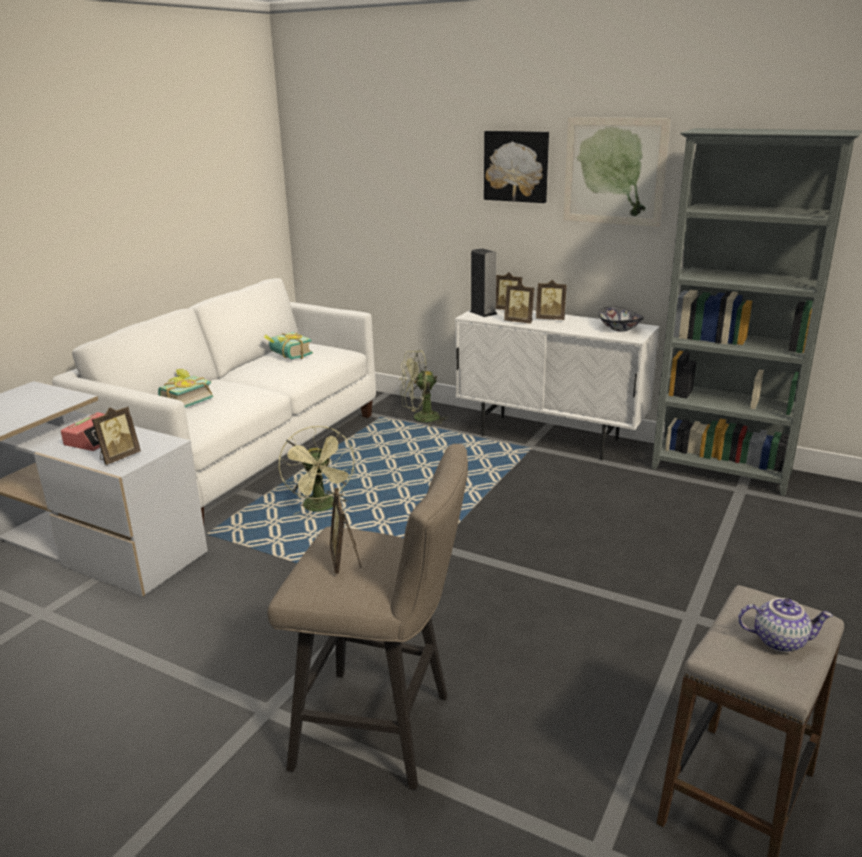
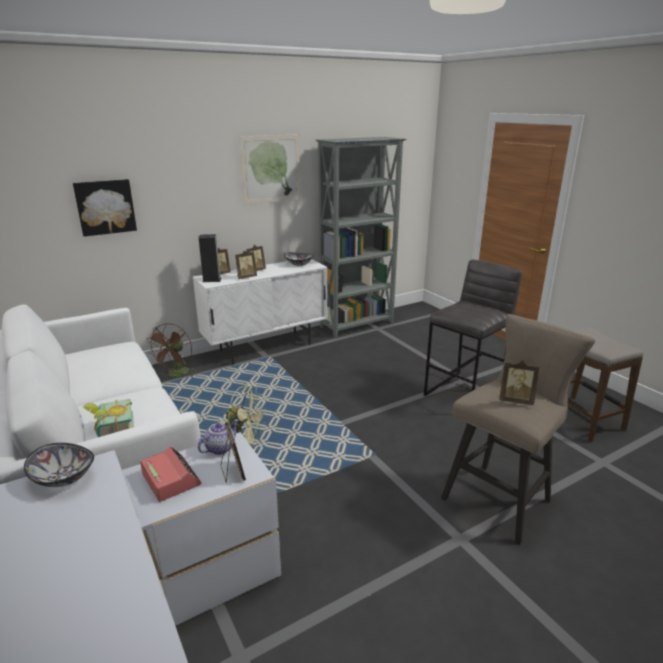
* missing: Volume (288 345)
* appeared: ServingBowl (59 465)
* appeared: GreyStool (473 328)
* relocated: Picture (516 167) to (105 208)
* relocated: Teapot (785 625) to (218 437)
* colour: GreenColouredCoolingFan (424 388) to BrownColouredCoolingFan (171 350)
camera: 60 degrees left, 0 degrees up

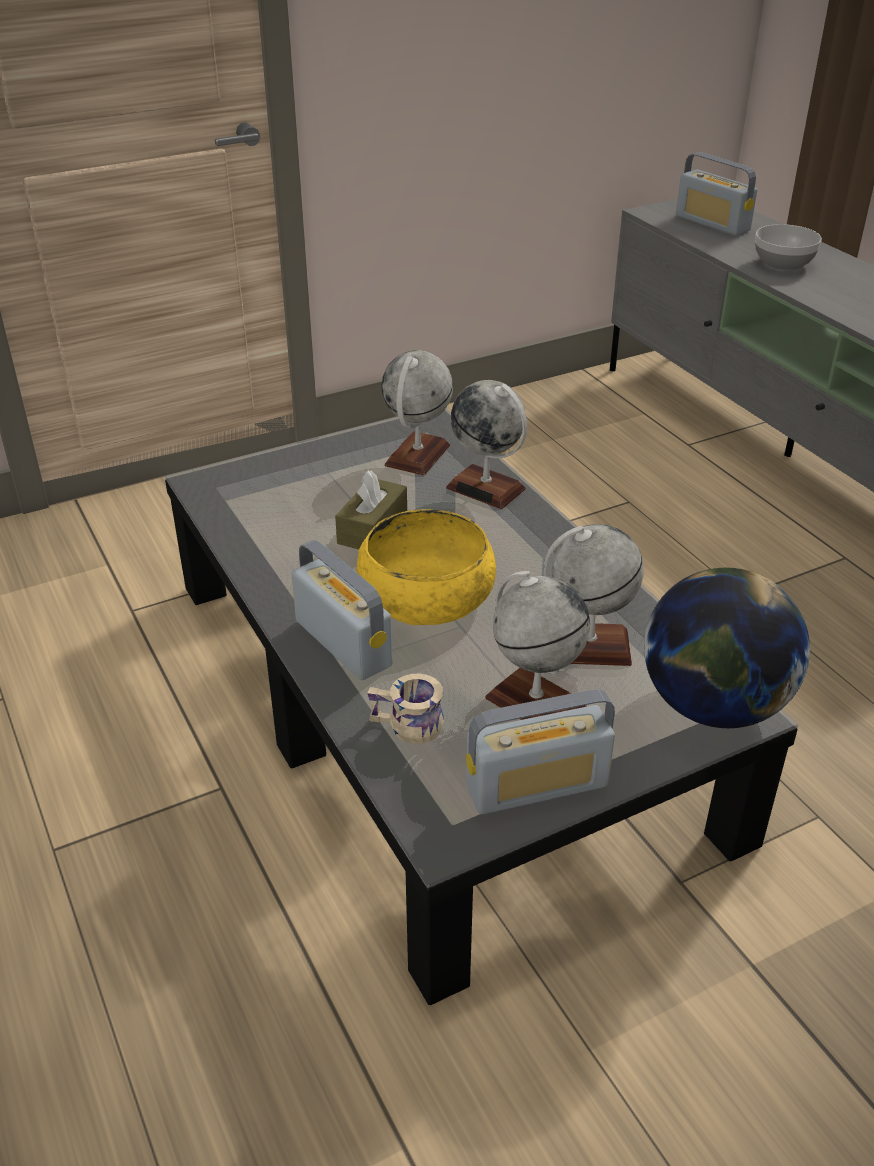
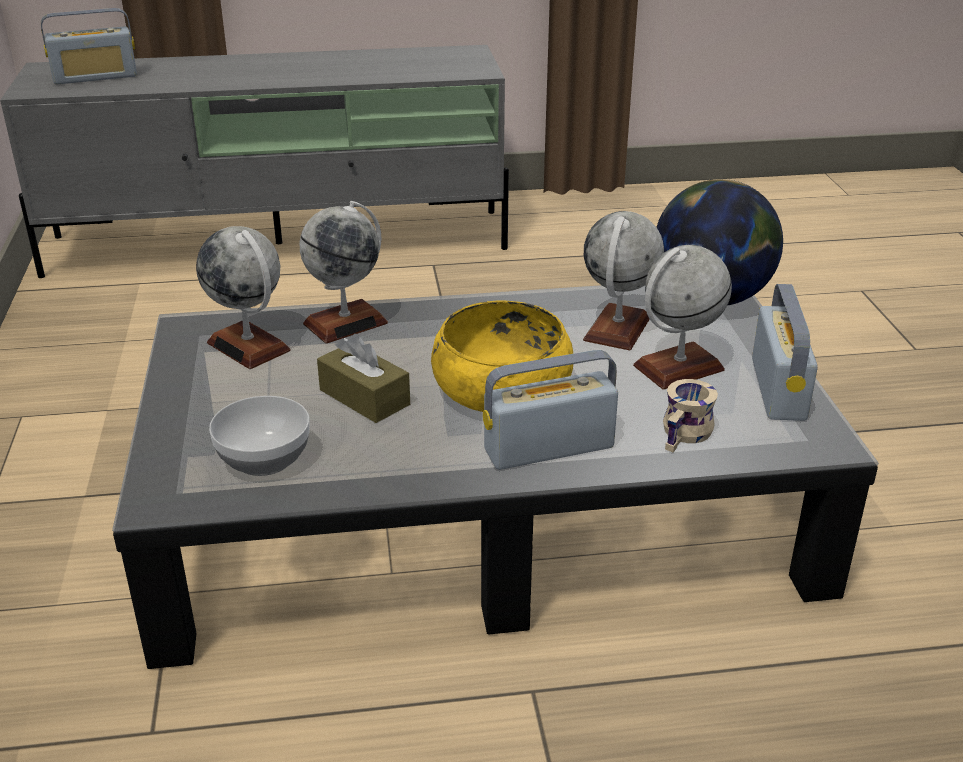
* relocated: ServingBowl (788 247) to (259 436)
camera: 70 degrees left, 5 degrees down

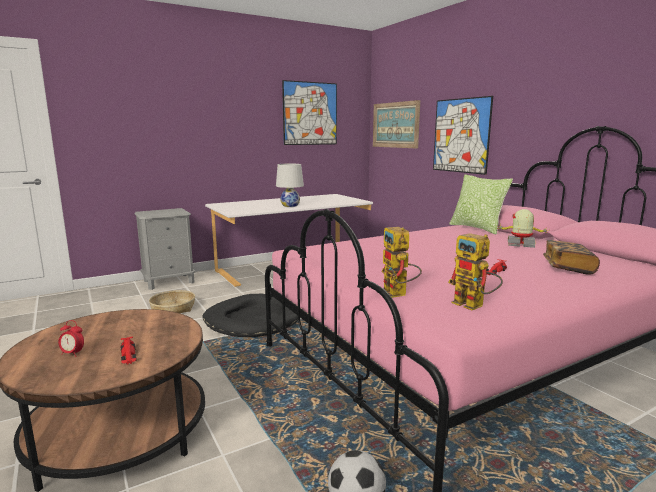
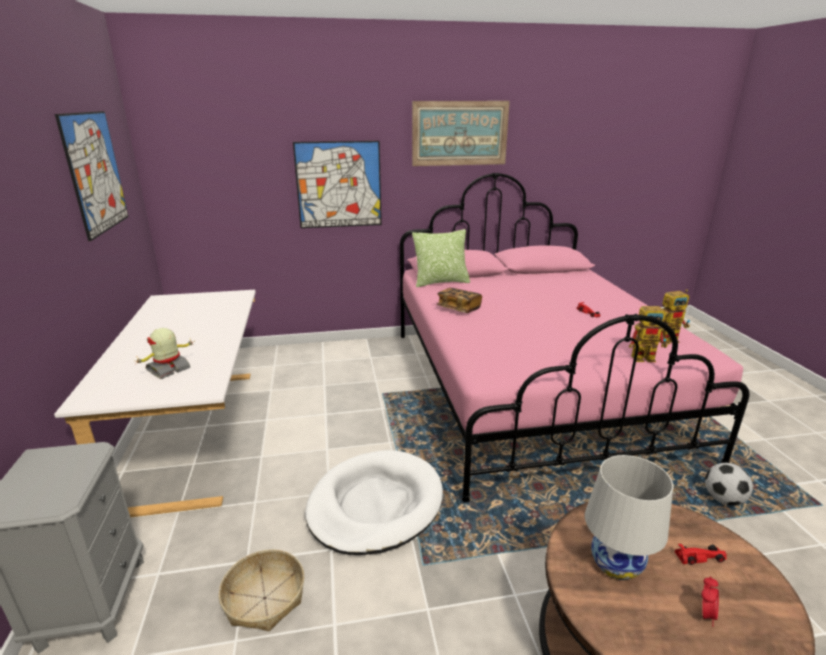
* relocated: WhiteTabletopLamp (290 185) to (629 517)
* relocated: Picture (396 124) to (461 133)
* relocated: ModelRobot (522 228) to (165 353)
* relocated: Volume (571 257) to (459 300)
* colour: BlackColouredDogBed (250 315) to WhiteDogBed (374 502)
camera: 70 degrees left, 10 degrees up

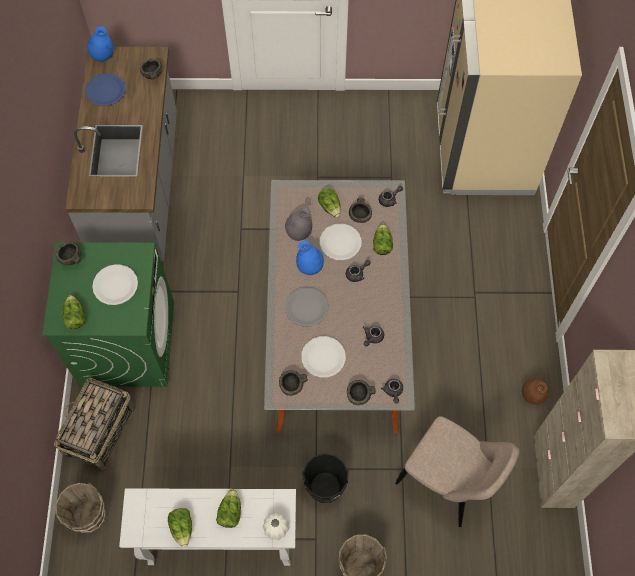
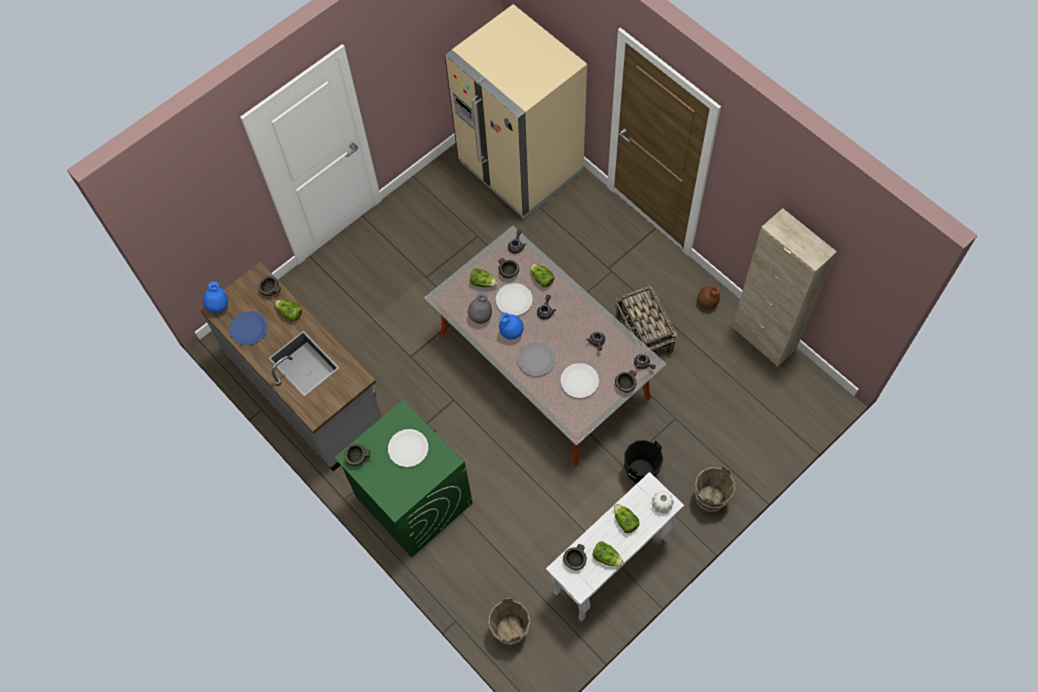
* missing: BeigeColouredUprightChair (457 471)
* relocated: Basket (94 424) to (646 321)
* relocated: Lettuce (73 312) to (288 310)
* relocated: GreyServingBowl (293 383) to (575 557)
camera: 40 degrees left, 0 degrees up

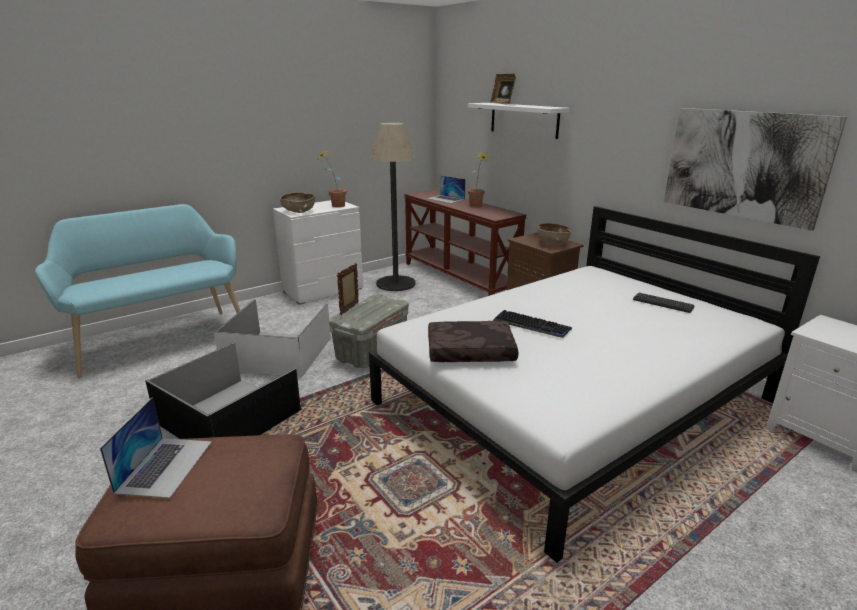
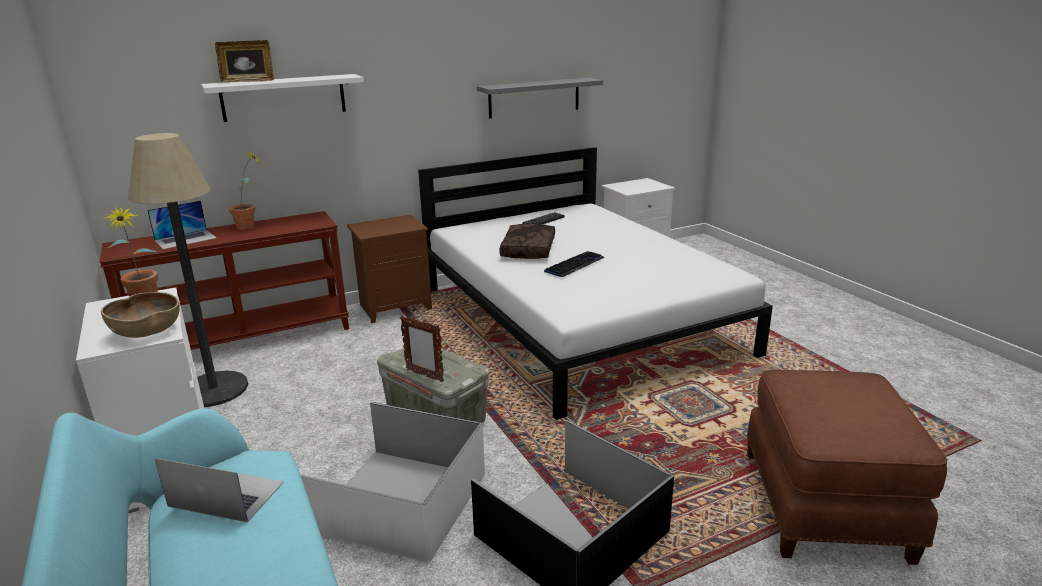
* missing: BrownColouredServingBowl (554 233)
* relocated: NotebookComputer (156 447) to (219 490)
* relocated: BrownColouredCushion (473 341) to (527 241)
* exchanged: Picture (755 169) to GreyBracketShelf (540 97)
camera: 80 degrees left, 0 degrees up

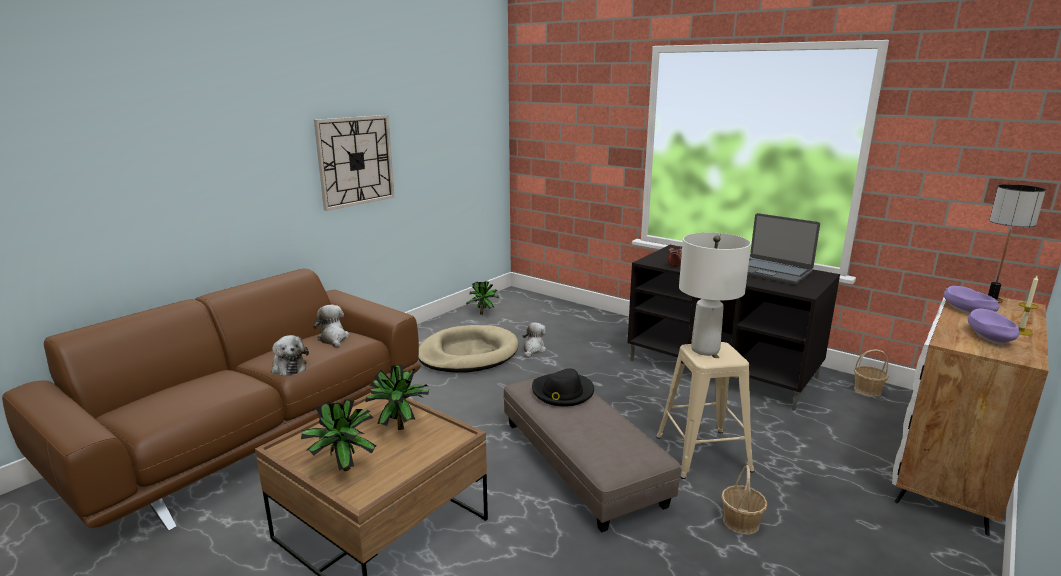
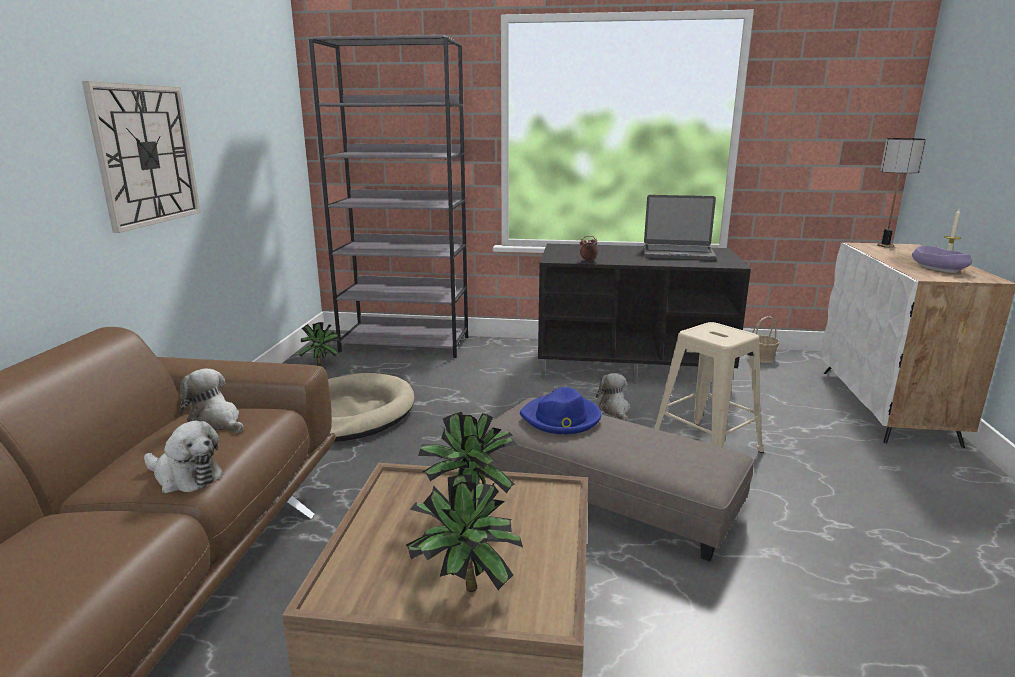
* missing: WhiteTabletopLamp (715 294)
* missing: Basket (744 500)
* missing: PurpleColouredServingBowl (971 300)
* appeared: GreyBookcase (388 196)
* relocated: PlushToy (534 340) to (613 397)
* colour: BlackColouredWearableHat (563 387) to BlueWearableHat (560 410)
camera: 30 degrees left, 0 degrees up

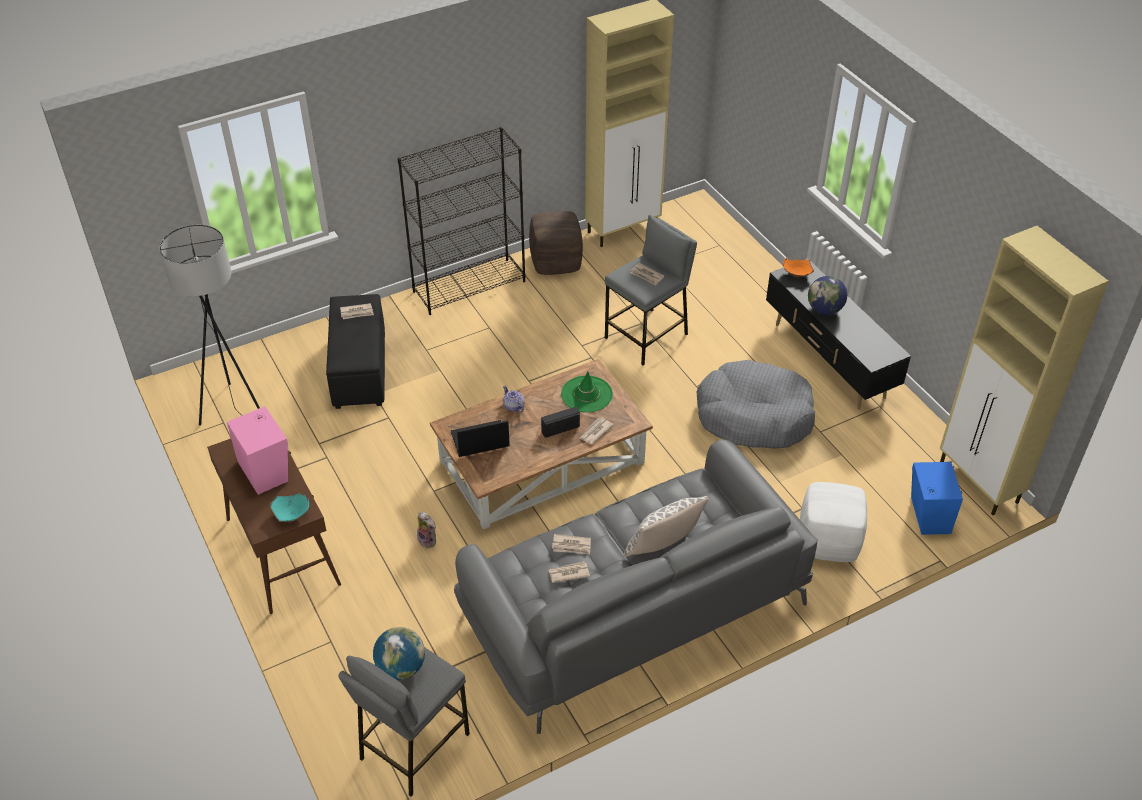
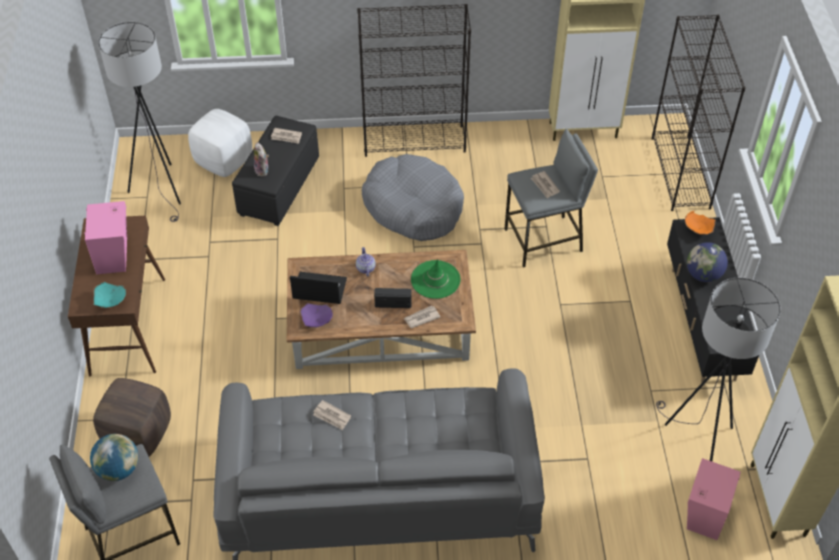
* missing: PrintedPaper (569 572)
* missing: Cushion (666 526)
* appeared: PurpleColouredServingBowl (316 315)
* appeared: BlackColouredBookcase (699 113)
* appeared: GreyStandardLamp (718 369)
* relocated: PlushToy (426 530) to (261 159)
* relocated: BrownColouredOttoman (556 243) to (132 417)
* relocated: GreyDogBed (755 404) to (413 197)
* relocated: WhiteOttoman (833 522) to (220 143)
* colour: BlueAudioSpeaker (937 498) to PinkAudioSpeaker (714 499)
camera: 25 degrees right, 5 degrees up

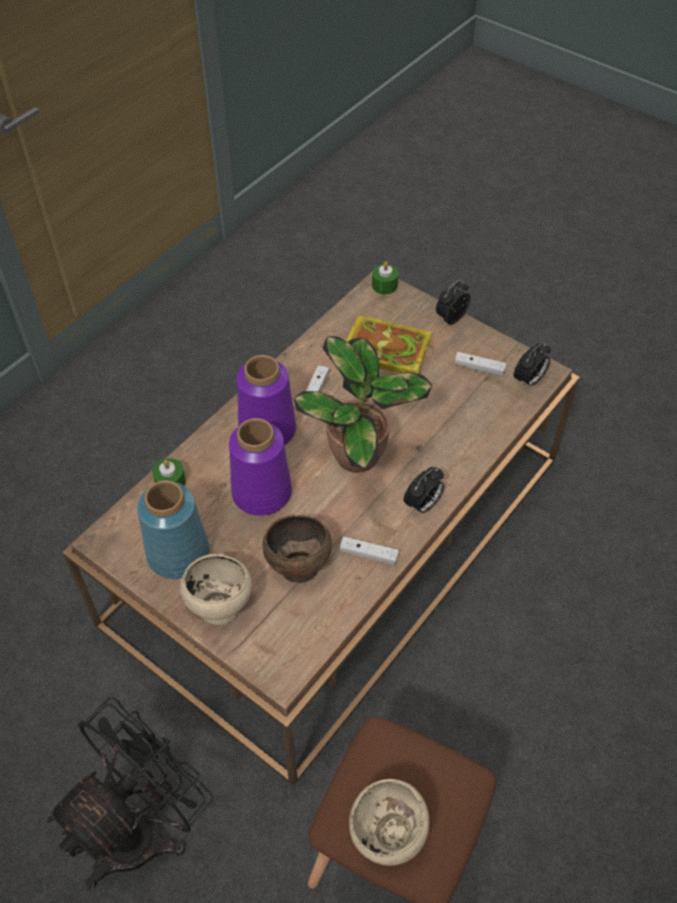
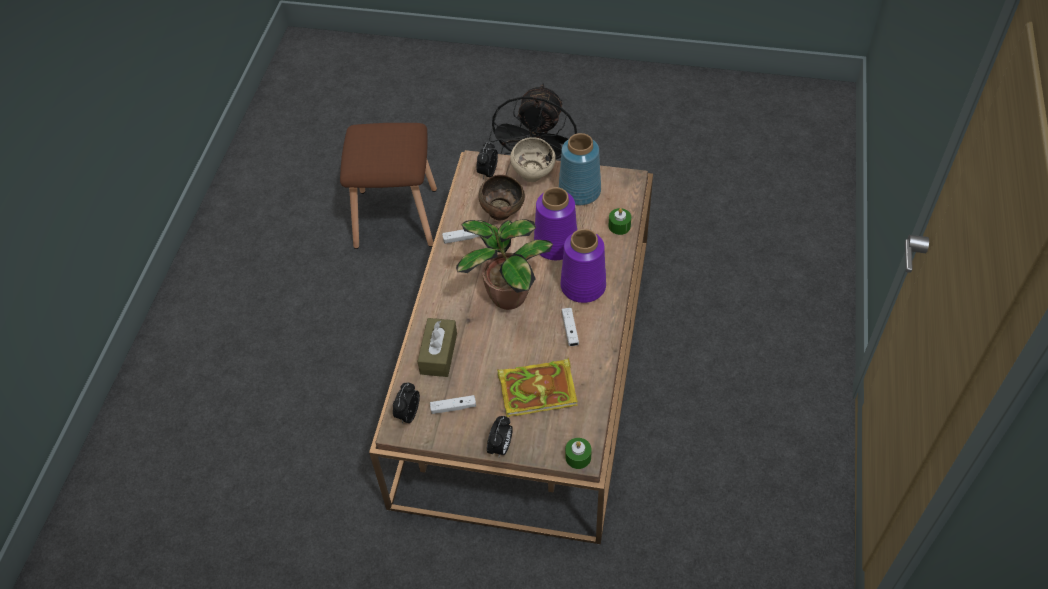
* missing: BeigeColouredServingBowl (389 822)
* appeared: BrownColouredTissueBox (437 347)
* relocated: BedsideClock (423 490) to (487 161)
camera: 155 degrees right, 0 degrees up

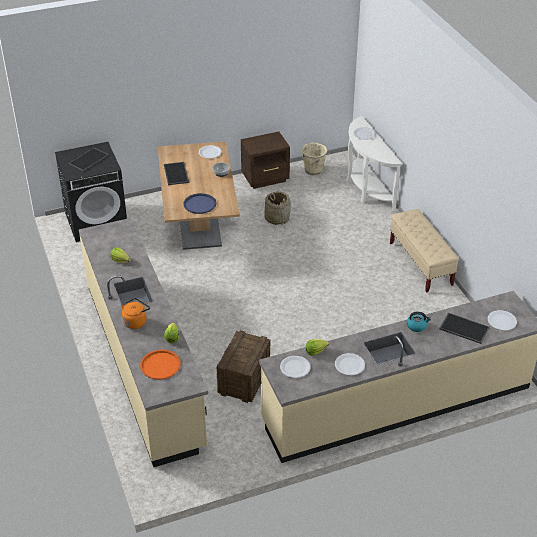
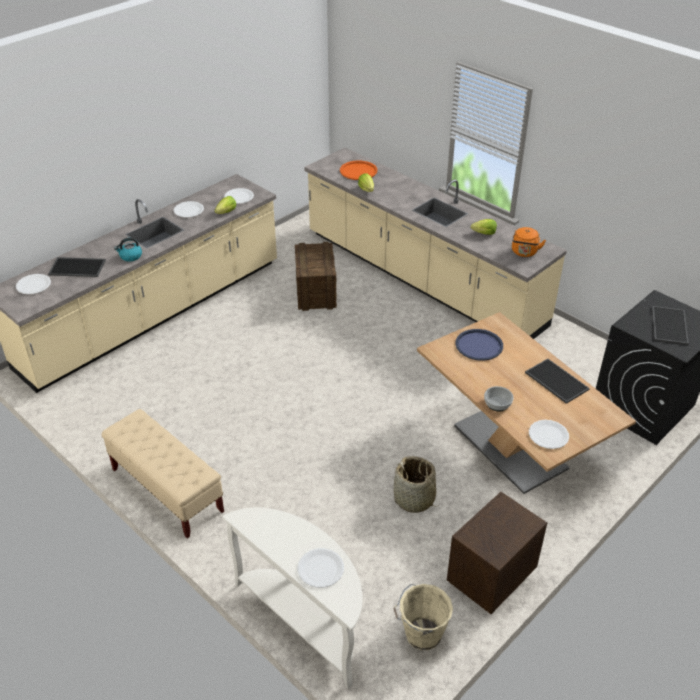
* relocated: OrangeTeaKettle (135 313) to (529 242)
camera: 155 degrees right, 0 degrees up

